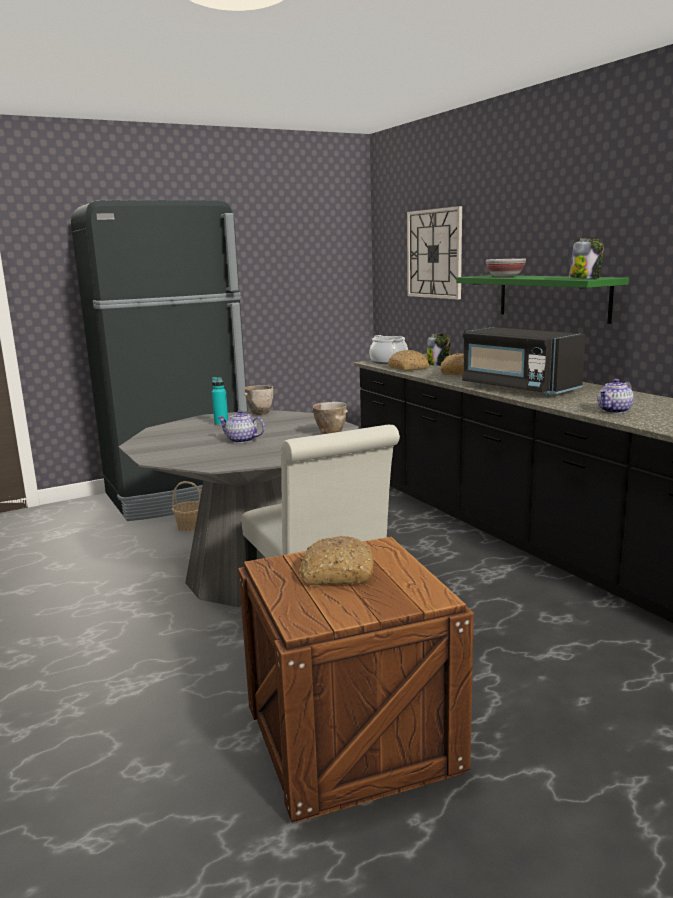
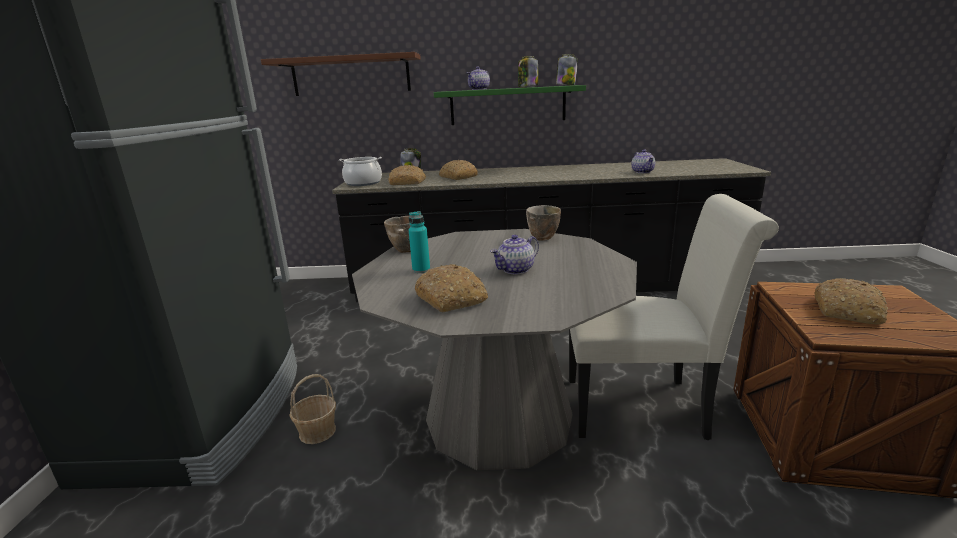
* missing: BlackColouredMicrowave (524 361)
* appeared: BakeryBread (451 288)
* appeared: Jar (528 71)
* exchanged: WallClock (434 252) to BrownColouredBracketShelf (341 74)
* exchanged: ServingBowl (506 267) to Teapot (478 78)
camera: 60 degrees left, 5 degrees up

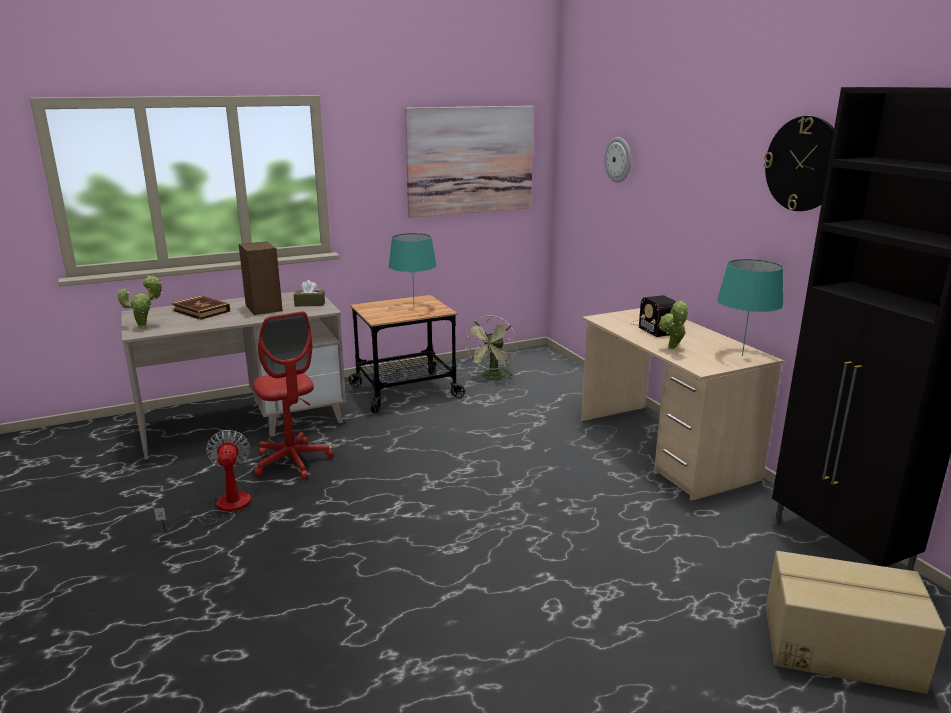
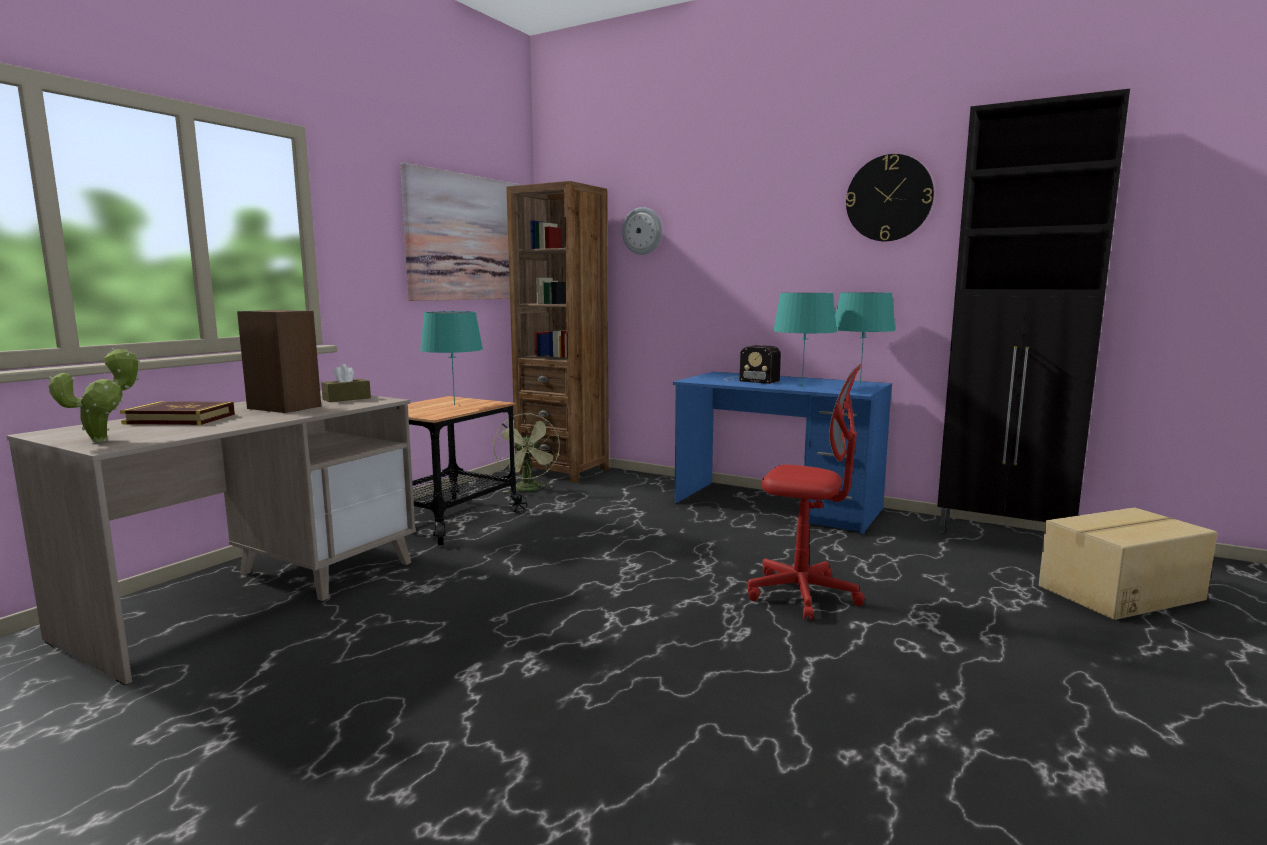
* missing: CoolingFan (202 481)
* appeared: BrownColouredBookcase (557 332)
* relocated: RedDeskChair (293 395) to (806 492)
* exchanged: Houseplant (673 324) to TurquoiseColouredTabletopLamp (805 340)
* colour: BeigeColouredDesk (682 404) to BlueDesk (782 453)
camera: 35 degrees left, 10 degrees down

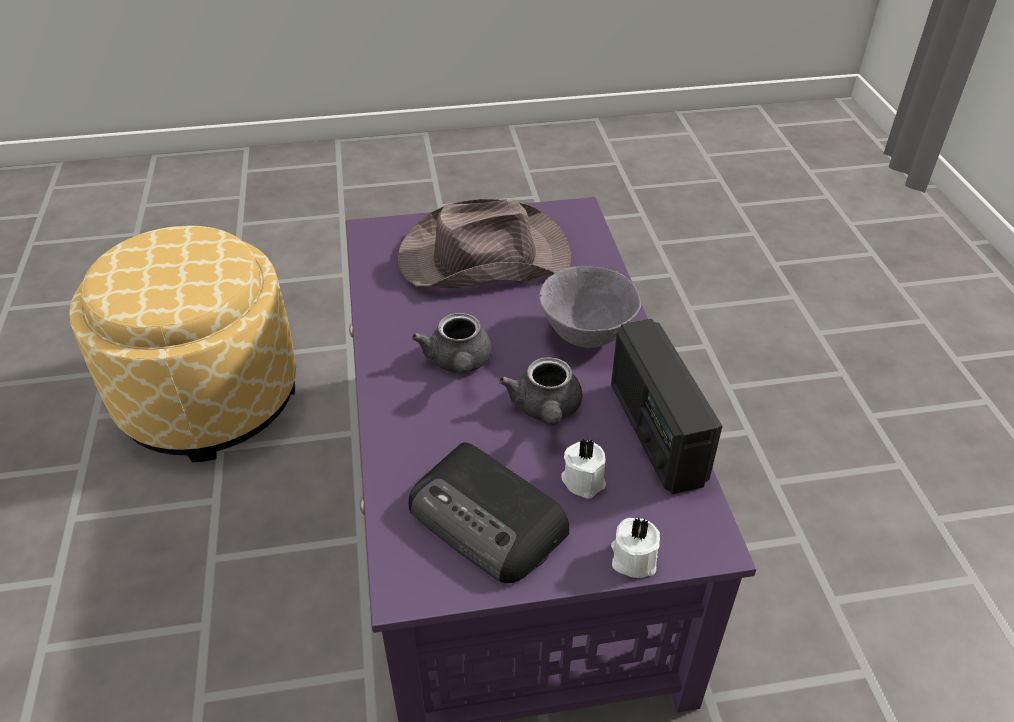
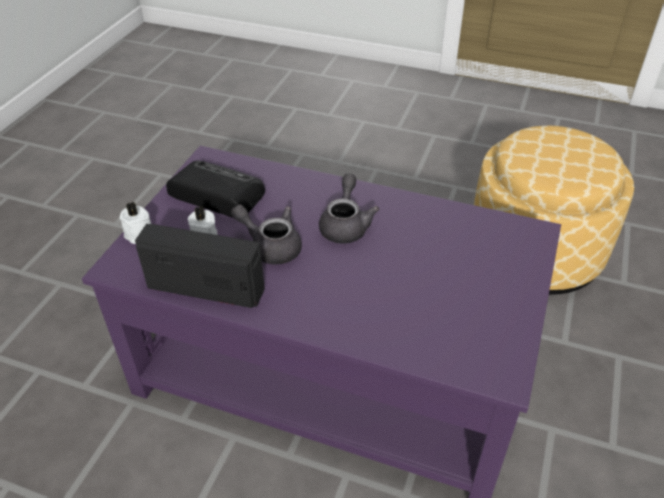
* missing: BrownColouredWearableHat (484 244)
* missing: GreyServingBowl (590 307)
* spun: Radio (488 512) = (215 189) 45 degrees clockwise
* spun: GreyTeapot (452 344) = (349 209) 75 degrees clockwise
camera: 120 degrees right, 0 degrees up

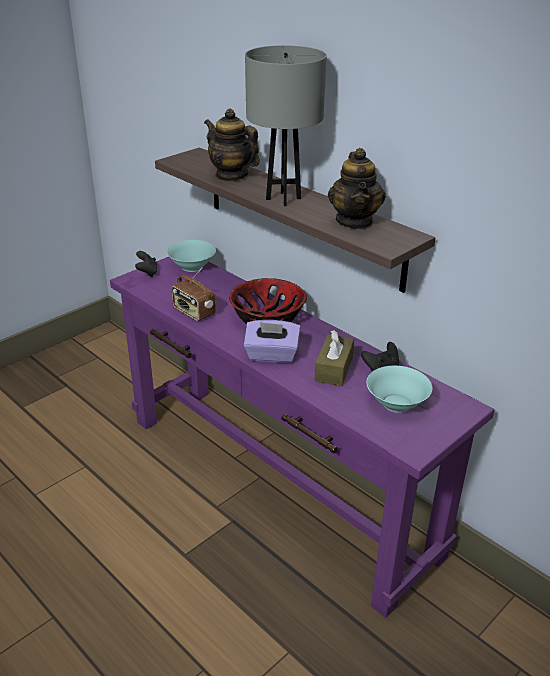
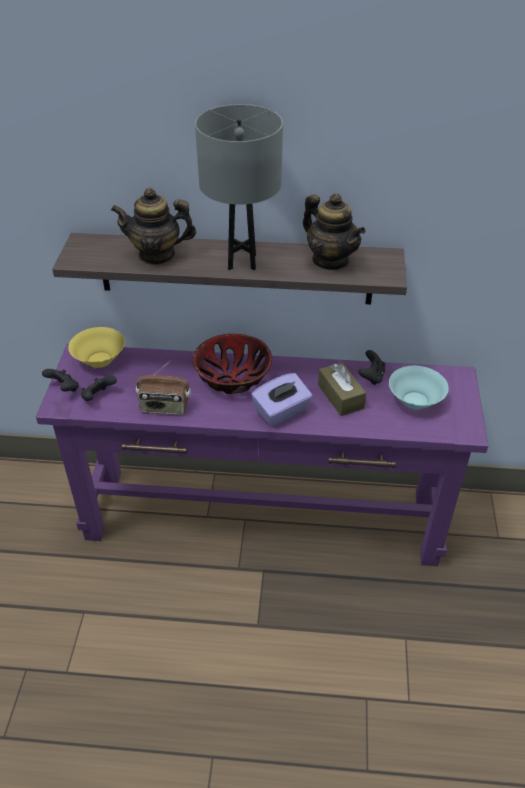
* appeared: BlackColouredGamepad (99 388)
* colour: TurquoiseColouredServingBowl (191 256) to YellowServingBowl (96 347)
camera: 40 degrees left, 10 degrees up

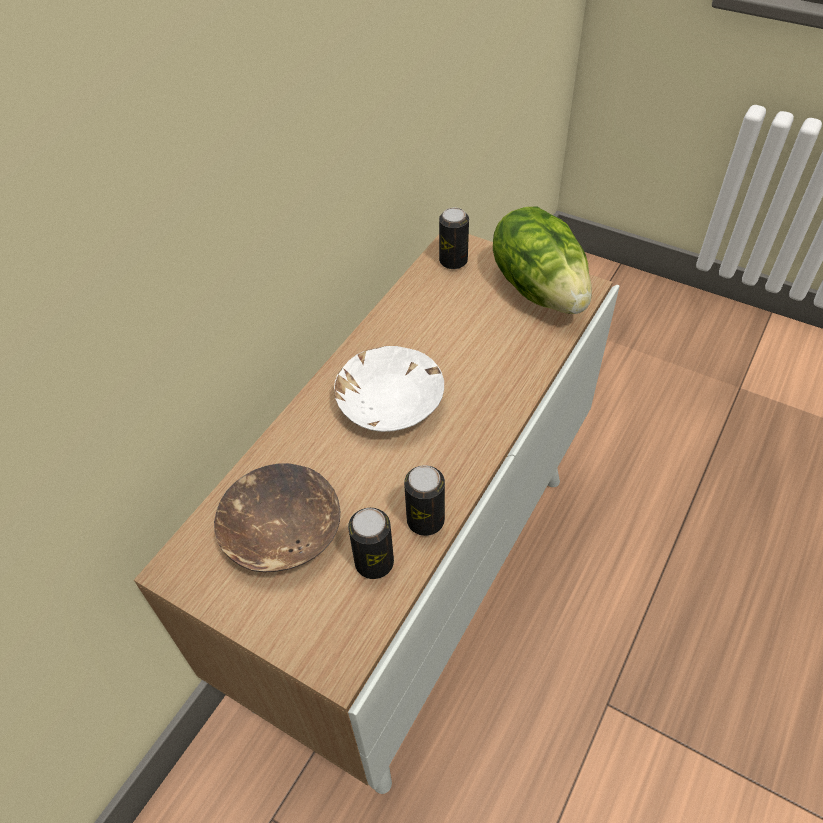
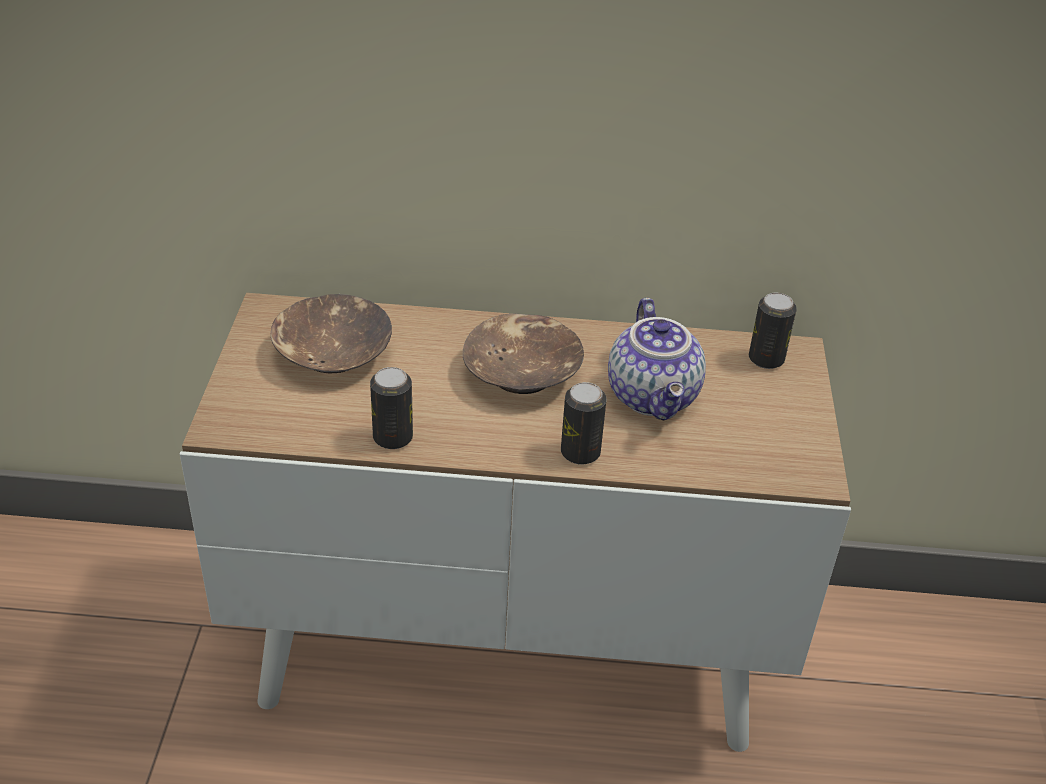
* missing: Lettuce (542 260)
* appeared: Teapot (657 359)
* relocated: Can (371 543) to (584 423)
* colour: WhiteServingBowl (389 389) to BrownColouredServingBowl (523 354)
camera: 60 degrees right, 10 degrees down

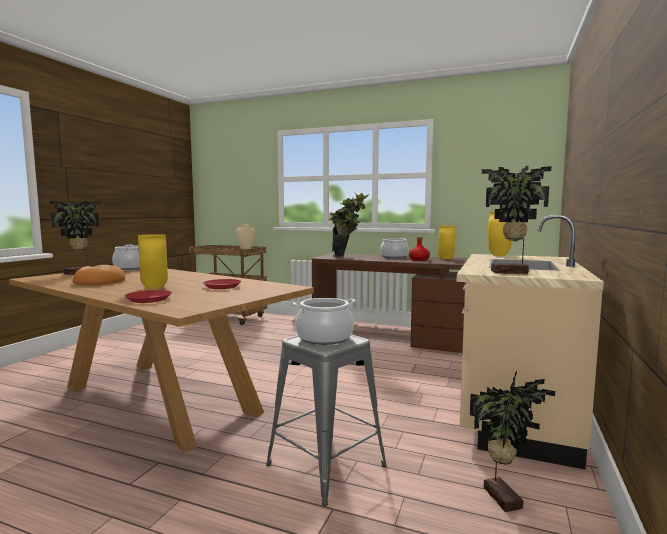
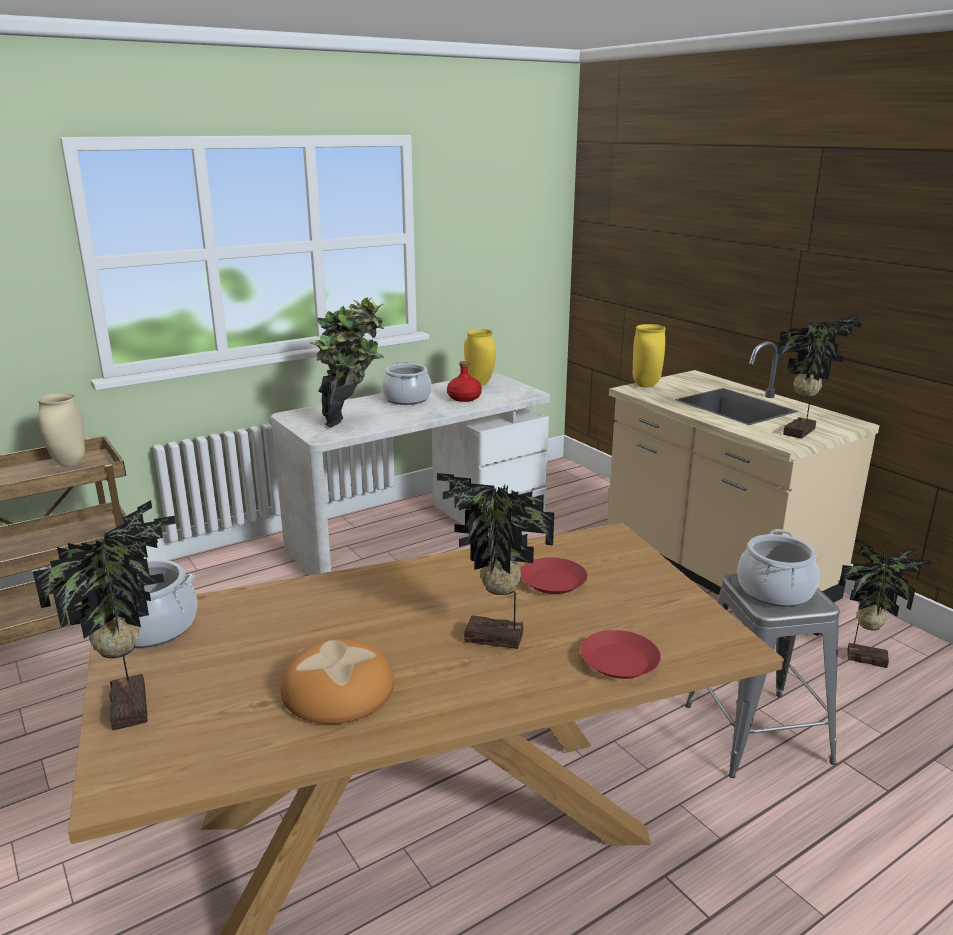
* exchanged: YellowFlowerVase (153 261) to Houseplant (495 561)
* colour: BrownColouredDesk (390 303) to WhiteDesk (410 474)
camera: 55 degrees left, 15 degrees up

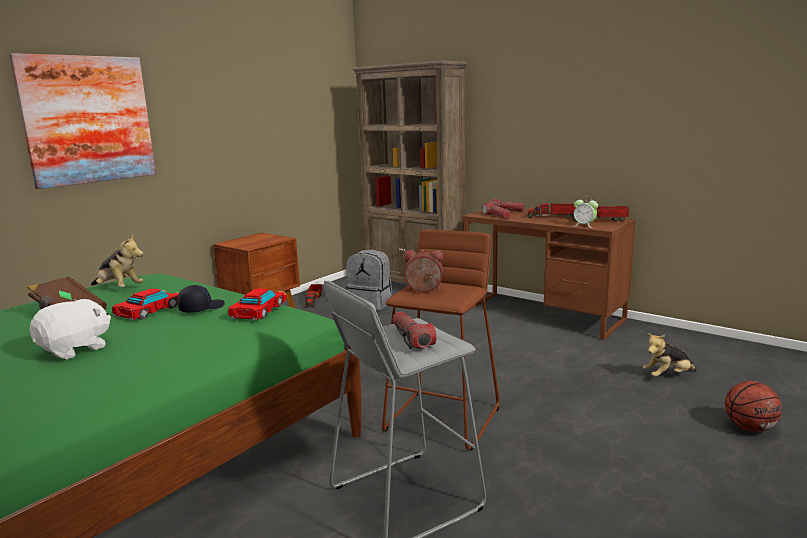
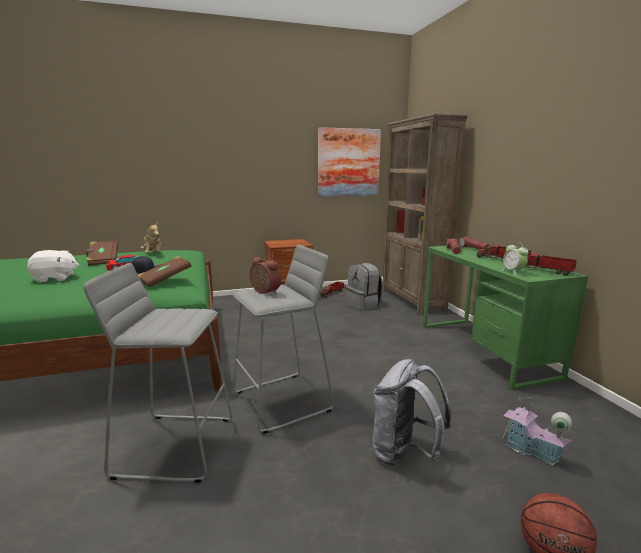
* missing: Torch (414 330)
* appeared: GreyBackpack (412 412)
* relocated: Picture (82 121) to (349 162)
* exchanged: ToyCar (257 304) to BrownColouredVolume (164 271)
* exchanged: PlushToy (670 355) to MiniatureHouse (537 430)
* colour: BrownColouredStool (440 340) to GreyStool (283 339)
* colour: BrownColouredDesk (549 274) to GreenColouredDesk (505 318)
camera: 35 degrees right, 0 degrees up

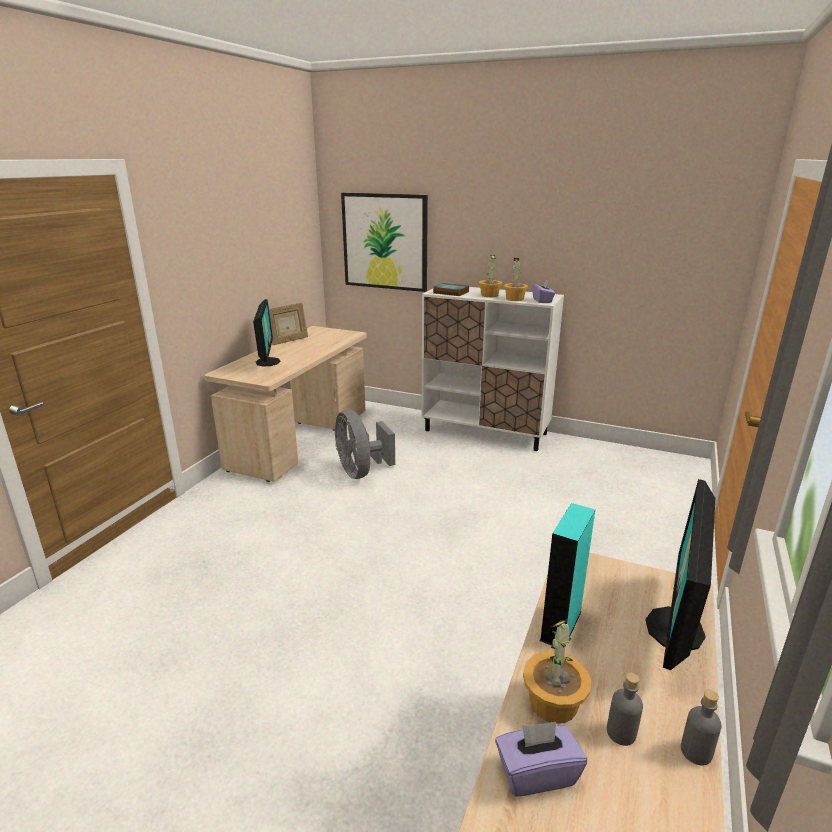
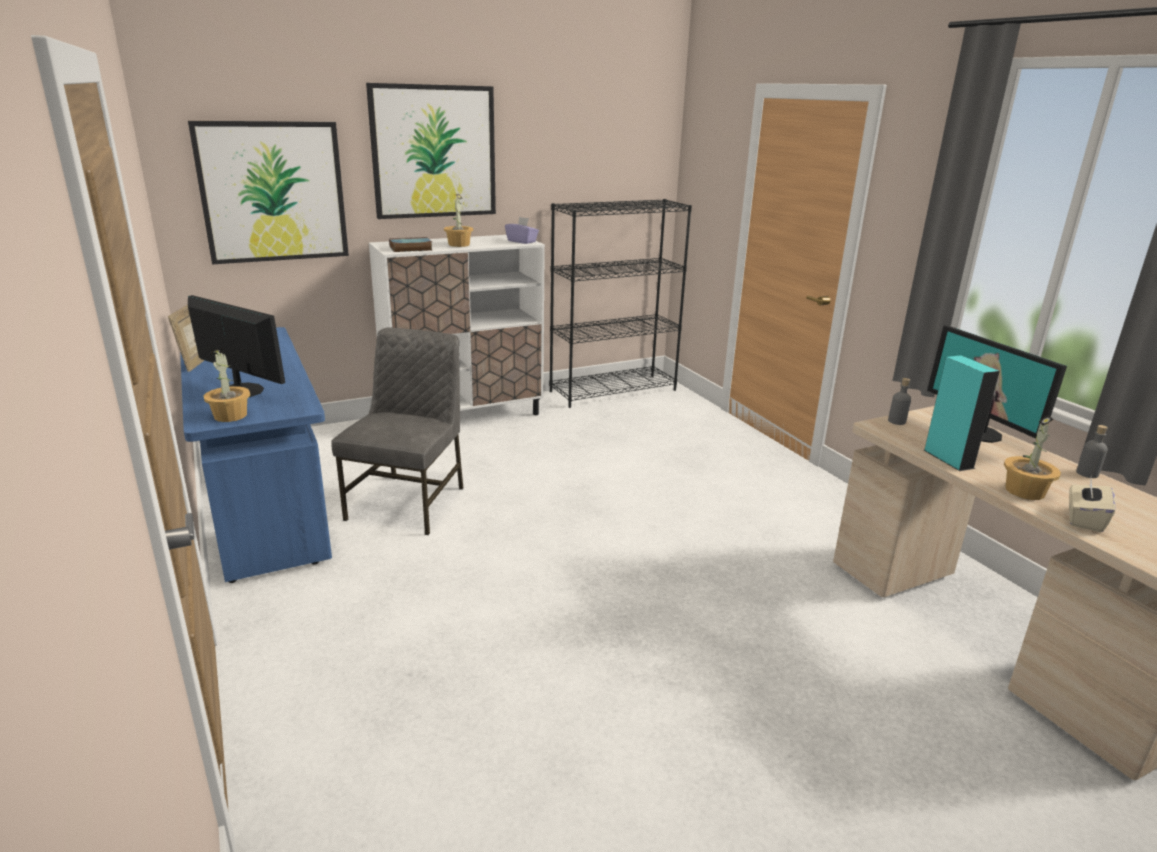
* appeared: Picture (431 151)
* appeared: BlackColouredBookcase (620 303)
* relocated: Houseplant (515 279) to (227 385)
* relocated: GreyBeverageBottle (625 709) to (899 401)
* exchanged: GreyCoolingFan (364 444) to GreyUprightChair (397 431)
* colour: BeigeColouredDesk (285 404) to BlueDesk (256 455)
* colour: PurpleColouredTissueBox (541 759) to BeigeColouredTissueBox (1092 505)
camera: 50 degrees left, 0 degrees up

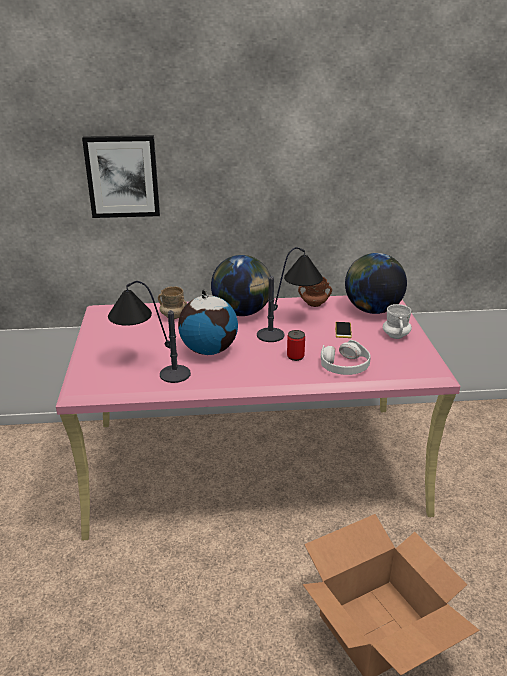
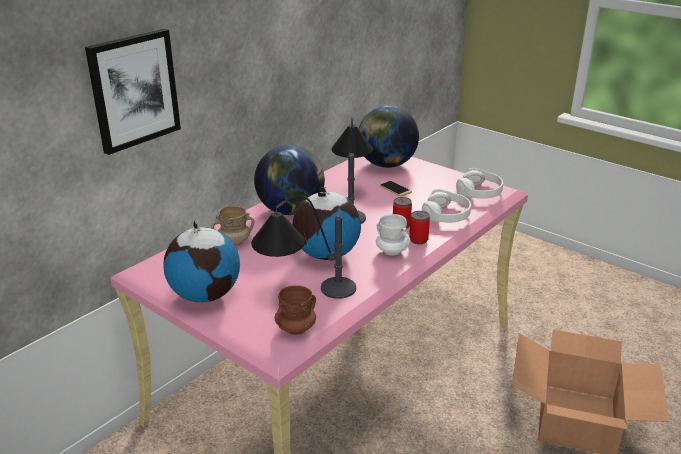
* appeared: Globe (201 261)
* appeared: Can (419 227)
* appeared: WhiteHeadphones (479 183)
* relocated: BrownColouredCoffeeMug (315 292) to (295 310)
* relocated: WhiteCoffeeMug (397 321) to (393 235)
camera: 45 degrees left, 0 degrees up

